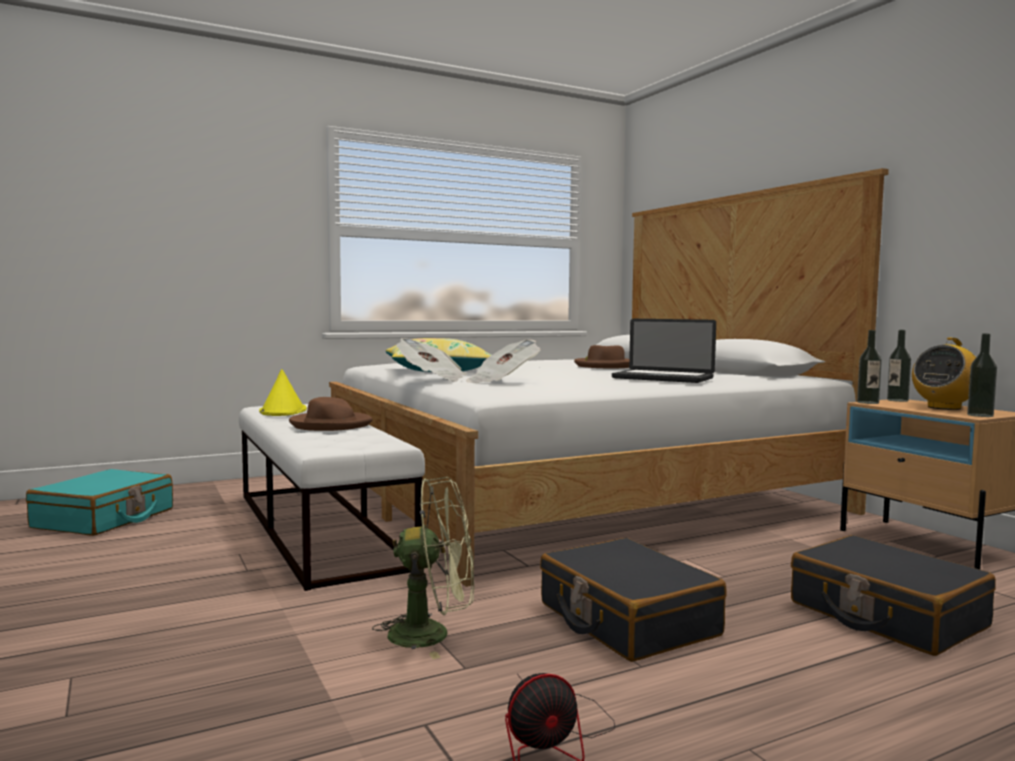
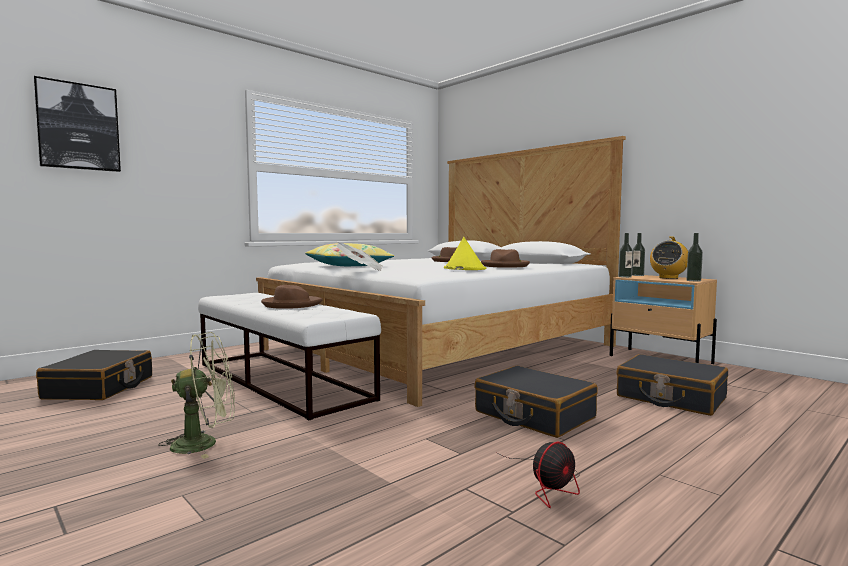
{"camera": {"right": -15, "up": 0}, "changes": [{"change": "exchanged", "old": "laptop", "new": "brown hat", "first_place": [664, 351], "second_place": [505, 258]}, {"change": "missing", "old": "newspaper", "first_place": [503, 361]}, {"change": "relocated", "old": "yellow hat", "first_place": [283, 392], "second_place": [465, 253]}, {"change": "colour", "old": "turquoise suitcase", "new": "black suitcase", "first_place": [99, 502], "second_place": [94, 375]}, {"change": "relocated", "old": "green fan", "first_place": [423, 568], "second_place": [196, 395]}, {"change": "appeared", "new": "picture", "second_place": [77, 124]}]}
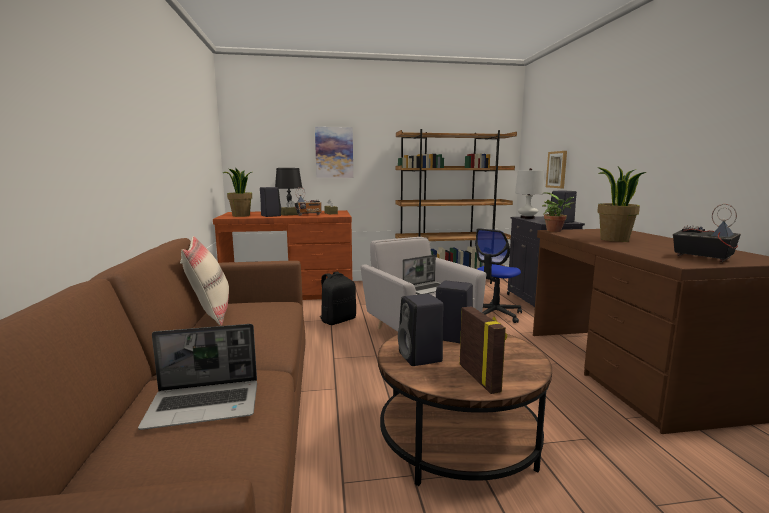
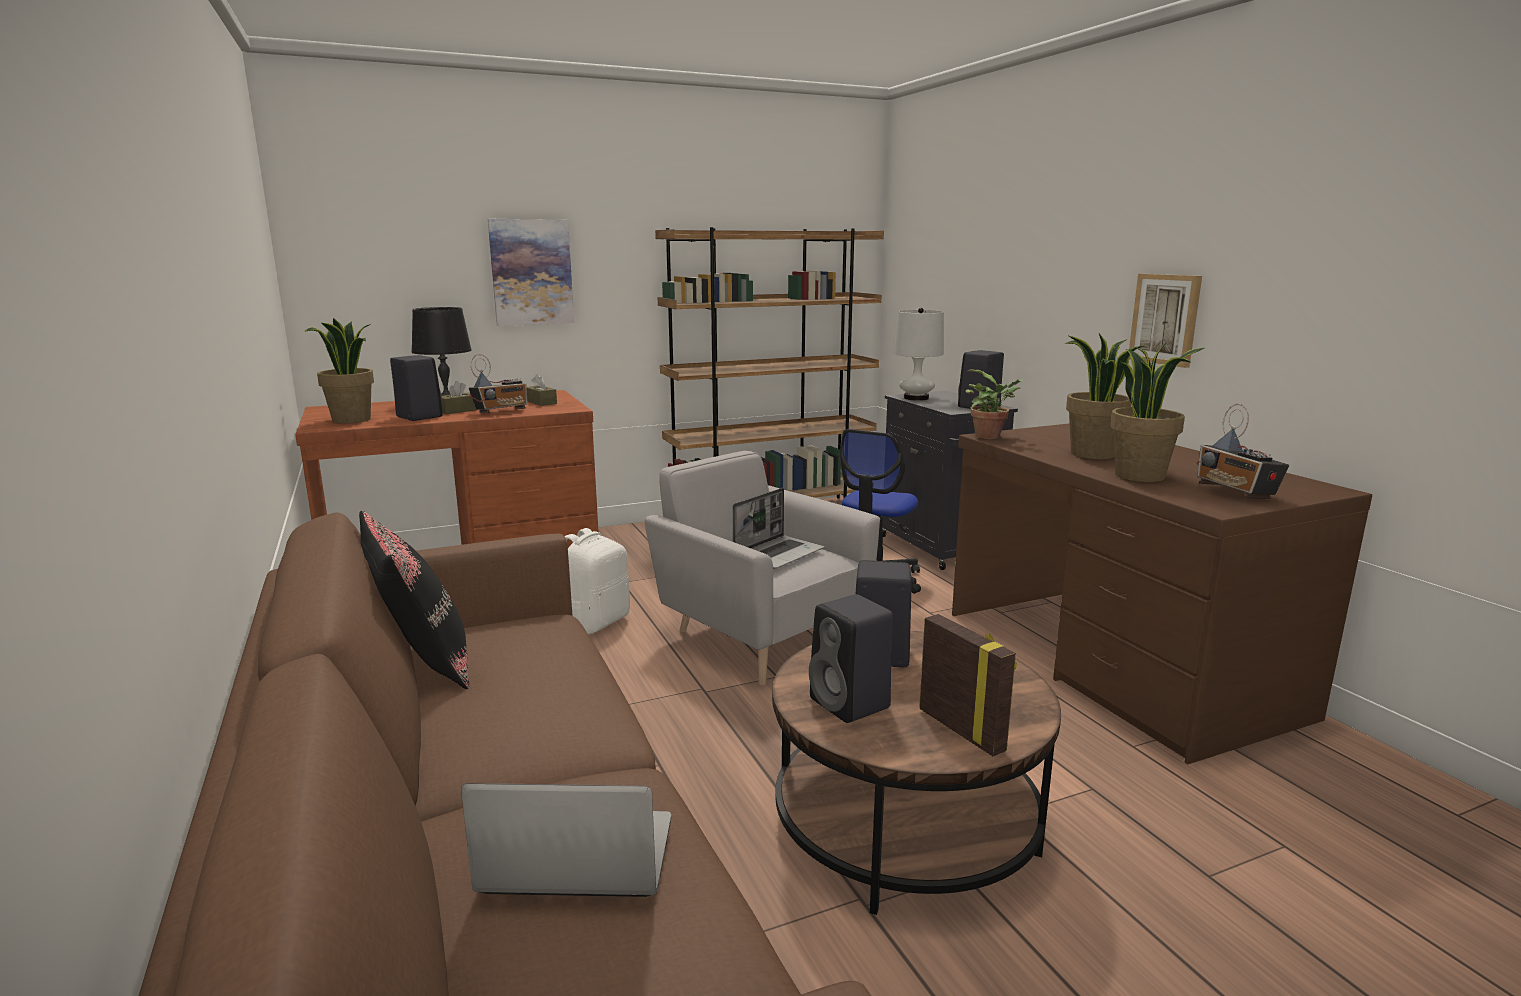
{"camera": {"right": -15, "up": 5}, "changes": [{"change": "relocated", "old": "picture", "first_place": [556, 169], "second_place": [1165, 321]}, {"change": "spun", "old": "radio", "first_place": [707, 233], "second_place": [1243, 452], "degrees": -150}, {"change": "colour", "old": "beige pillow", "new": "black pillow", "first_place": [204, 281], "second_place": [414, 600]}, {"change": "colour", "old": "black backpack", "new": "white backpack", "first_place": [338, 298], "second_place": [597, 581]}, {"change": "spun", "old": "laptop", "first_place": [197, 377], "second_place": [566, 840], "degrees": -150}, {"change": "appeared", "new": "potted plant", "second_place": [1157, 412]}]}
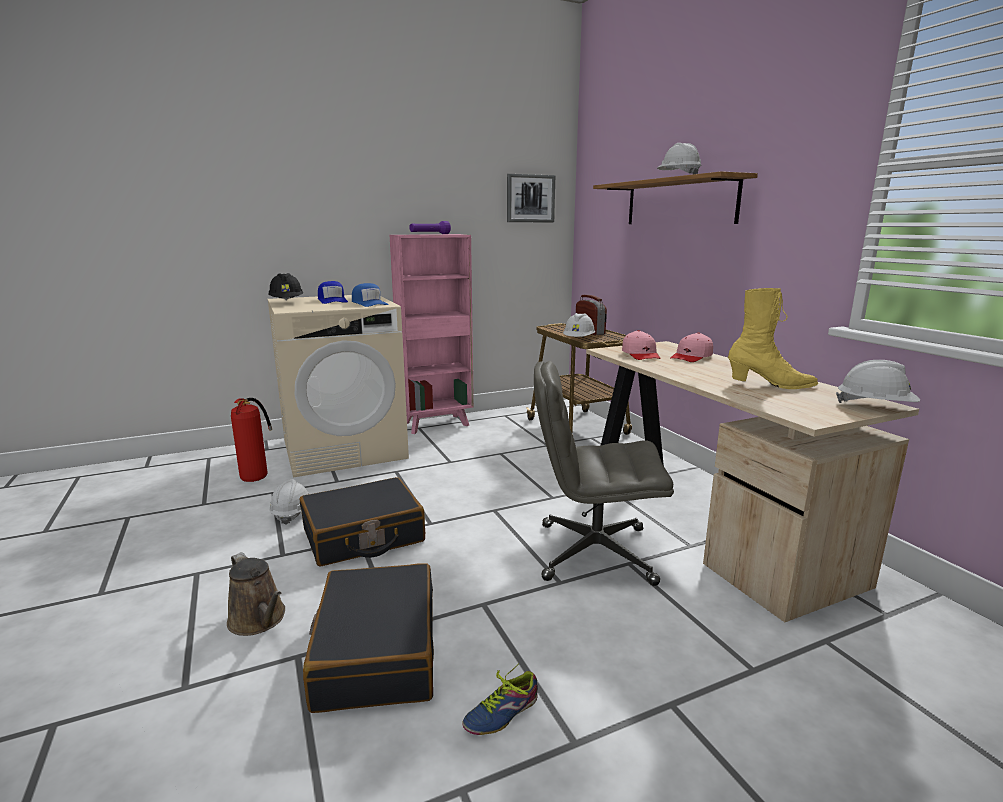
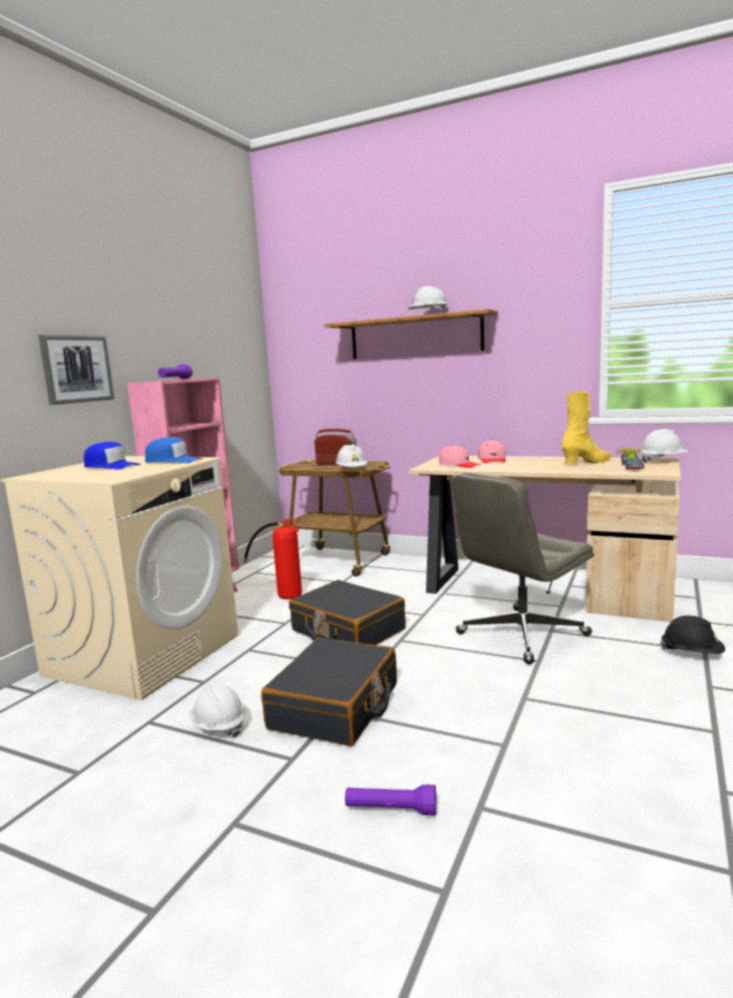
{"camera": {"right": -40, "up": -5}, "changes": [{"change": "relocated", "old": "picture", "first_place": [531, 198], "second_place": [77, 370]}, {"change": "relocated", "old": "black hard hat", "first_place": [285, 287], "second_place": [692, 635]}, {"change": "relocated", "old": "fire extinguisher", "first_place": [251, 440], "second_place": [273, 559]}, {"change": "exchanged", "old": "brown watering can", "new": "purple flashlight", "first_place": [256, 594], "second_place": [390, 800]}, {"change": "relocated", "old": "black suitcase", "first_place": [368, 638], "second_place": [347, 612]}, {"change": "relocated", "old": "shoe", "first_place": [500, 699], "second_place": [630, 458]}]}
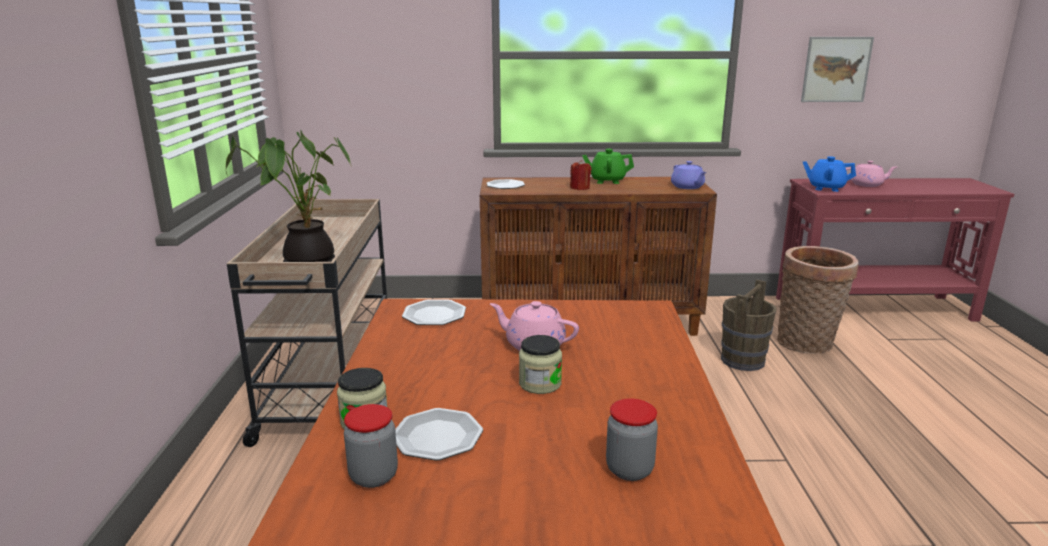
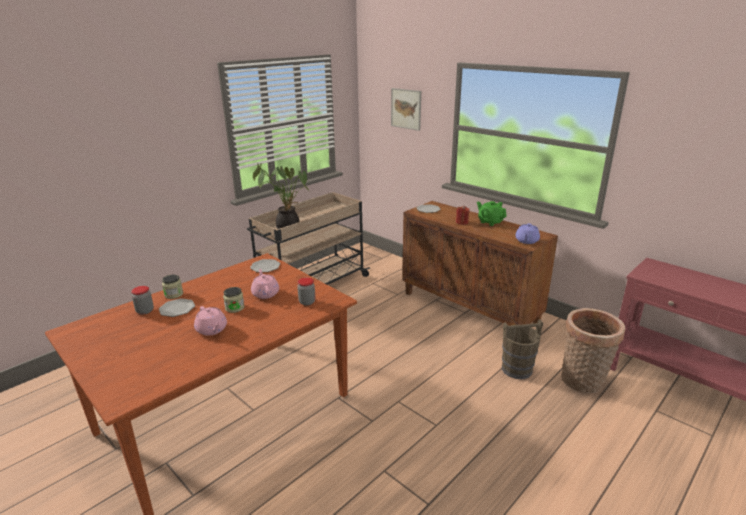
{"camera": {"right": 45, "up": 5}, "changes": [{"change": "relocated", "old": "picture", "first_place": [837, 69], "second_place": [406, 109]}, {"change": "missing", "old": "blue teapot", "first_place": [829, 174]}, {"change": "relocated", "old": "pink teapot", "first_place": [871, 174], "second_place": [210, 321]}, {"change": "relocated", "old": "jar", "first_place": [632, 439], "second_place": [306, 292]}]}
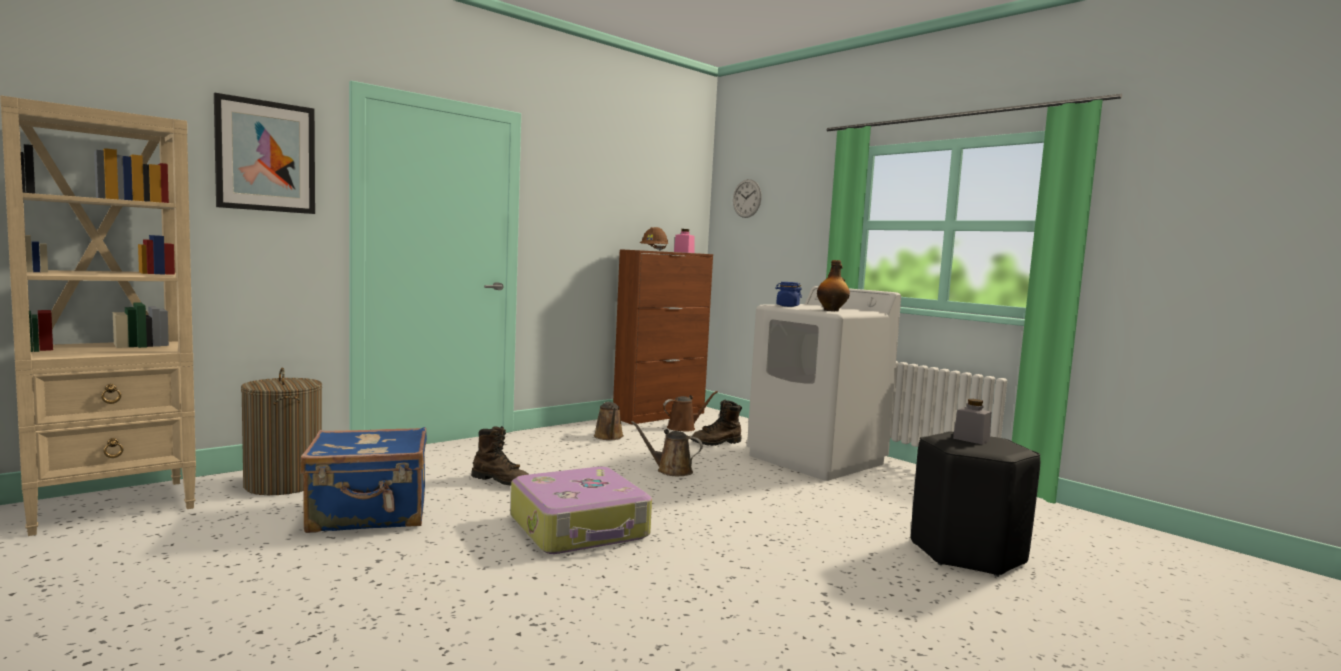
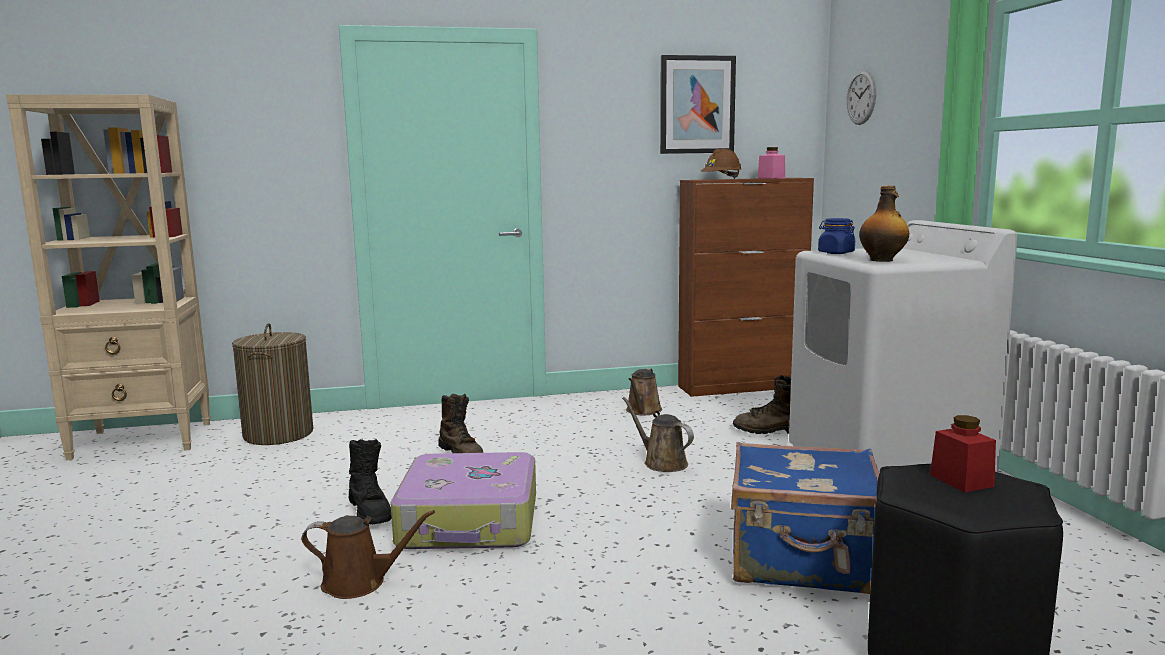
{"camera": {"right": 30, "up": 5}, "changes": [{"change": "relocated", "old": "picture", "first_place": [264, 153], "second_place": [698, 104]}, {"change": "relocated", "old": "brown watering can", "first_place": [690, 411], "second_place": [368, 554]}, {"change": "colour", "old": "grey jar", "new": "red jar", "first_place": [972, 422], "second_place": [963, 453]}, {"change": "relocated", "old": "blue suitcase", "first_place": [363, 480], "second_place": [805, 518]}, {"change": "appeared", "new": "black boot", "second_place": [370, 481]}]}
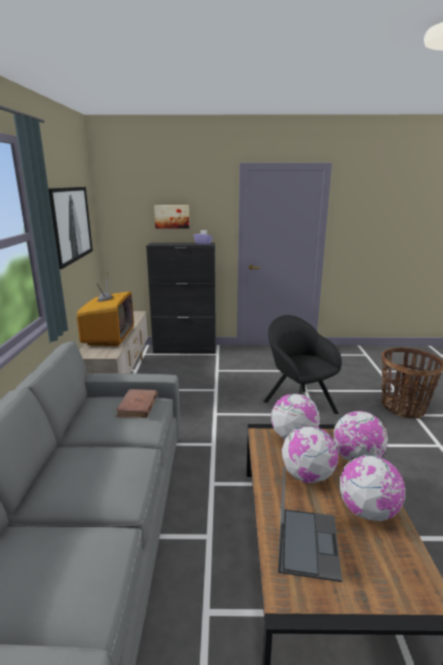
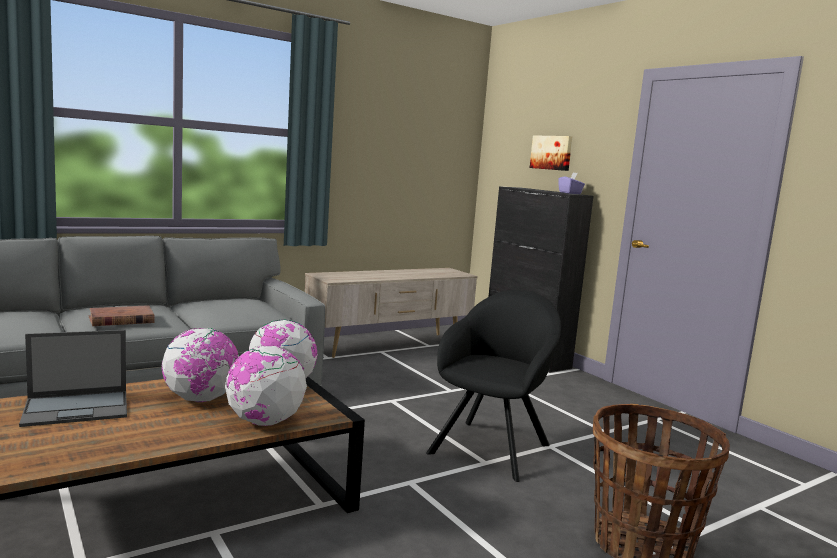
{"camera": {"right": 55, "up": -10}, "changes": [{"change": "missing", "old": "picture", "first_place": [70, 228]}, {"change": "missing", "old": "television", "first_place": [105, 309]}, {"change": "relocated", "old": "brown book", "first_place": [137, 403], "second_place": [121, 315]}, {"change": "missing", "old": "globe", "first_place": [372, 488]}]}
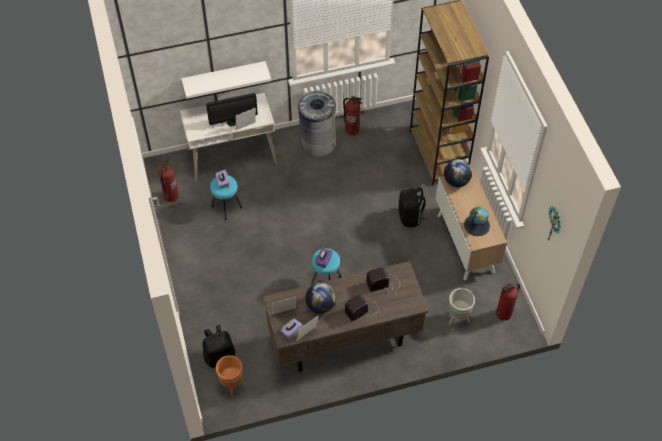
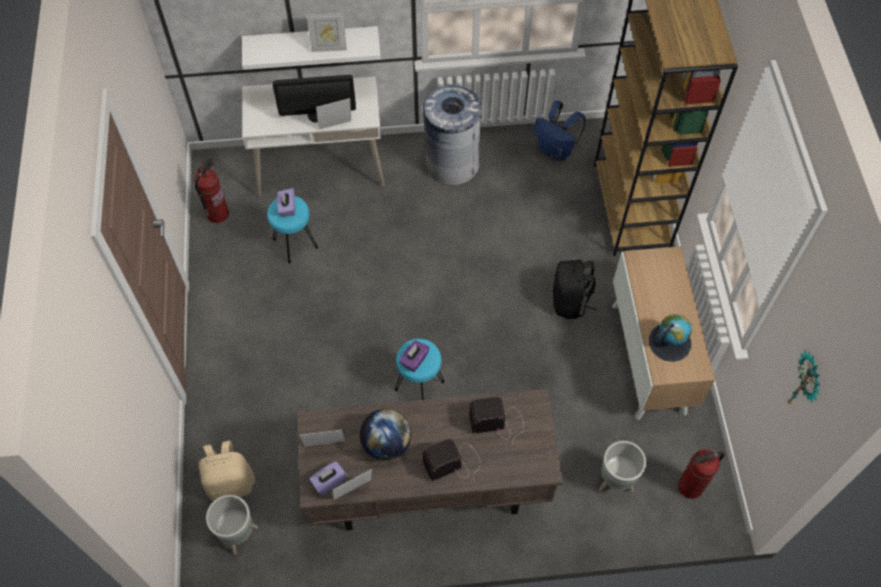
{"camera": {"right": 10, "up": 5}, "changes": [{"change": "missing", "old": "fire extinguisher", "first_place": [352, 115]}, {"change": "missing", "old": "globe", "first_place": [458, 173]}, {"change": "colour", "old": "black backpack", "new": "beige backpack", "first_place": [219, 346], "second_place": [227, 471]}, {"change": "colour", "old": "orange planter", "new": "grey planter", "first_place": [229, 376], "second_place": [232, 525]}, {"change": "appeared", "new": "picture frame", "second_place": [327, 32]}, {"change": "appeared", "new": "blue backpack", "second_place": [560, 131]}]}
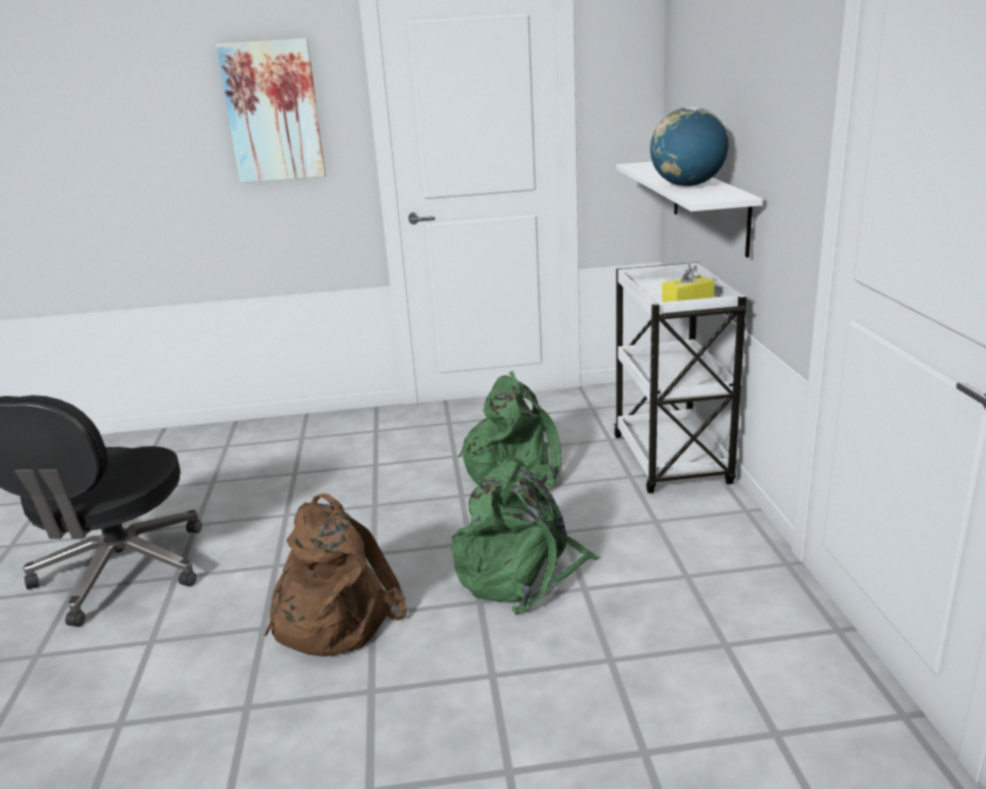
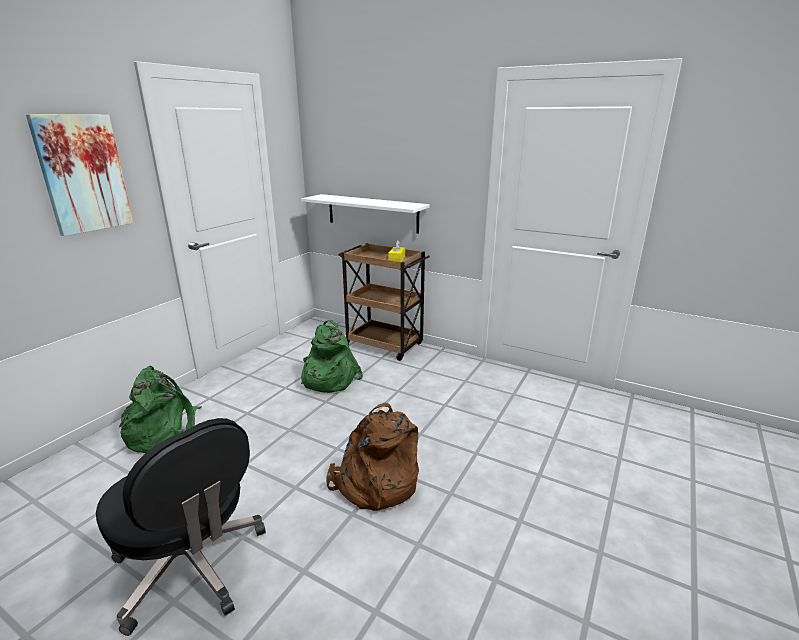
{"camera": {"right": -55, "up": 0}, "changes": [{"change": "missing", "old": "globe", "first_place": [689, 146]}, {"change": "colour", "old": "white cart", "new": "brown cart", "first_place": [680, 377], "second_place": [384, 302]}, {"change": "relocated", "old": "green backpack", "first_place": [525, 536], "second_place": [160, 409]}]}
